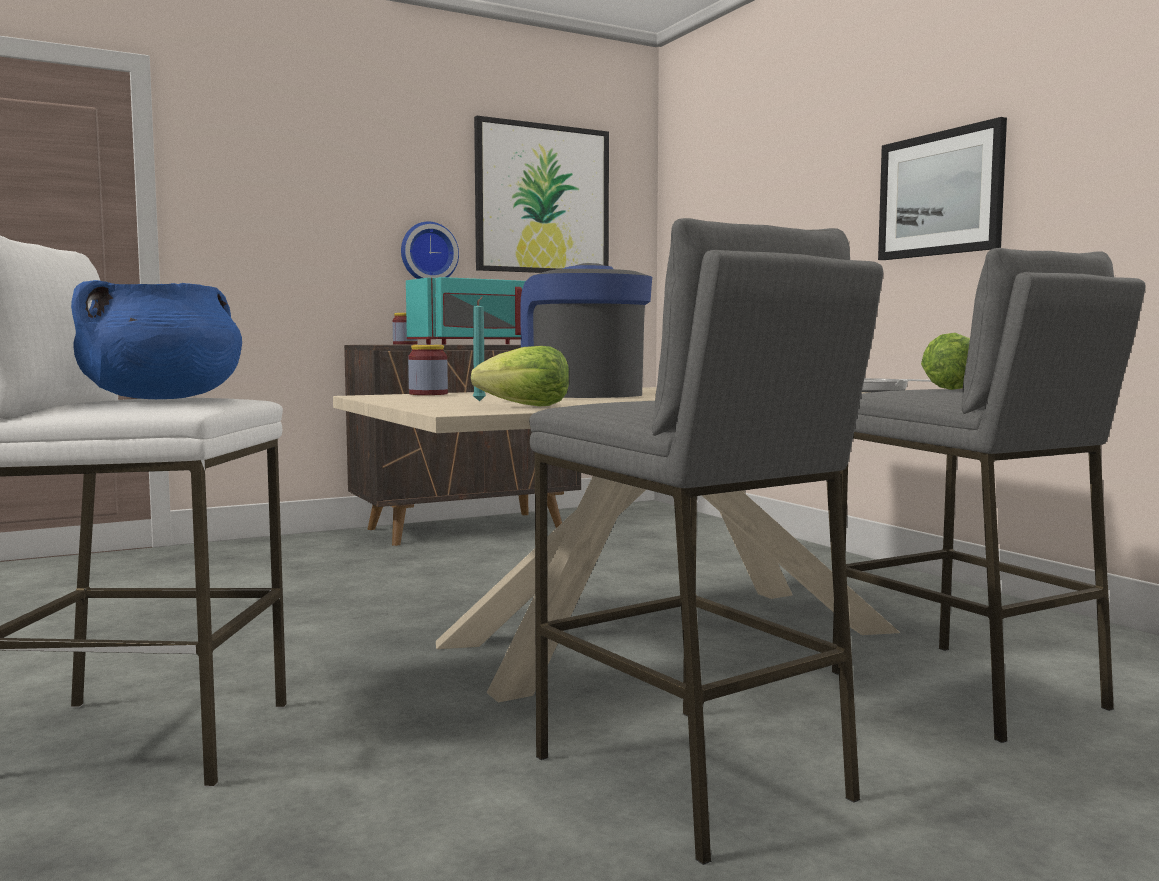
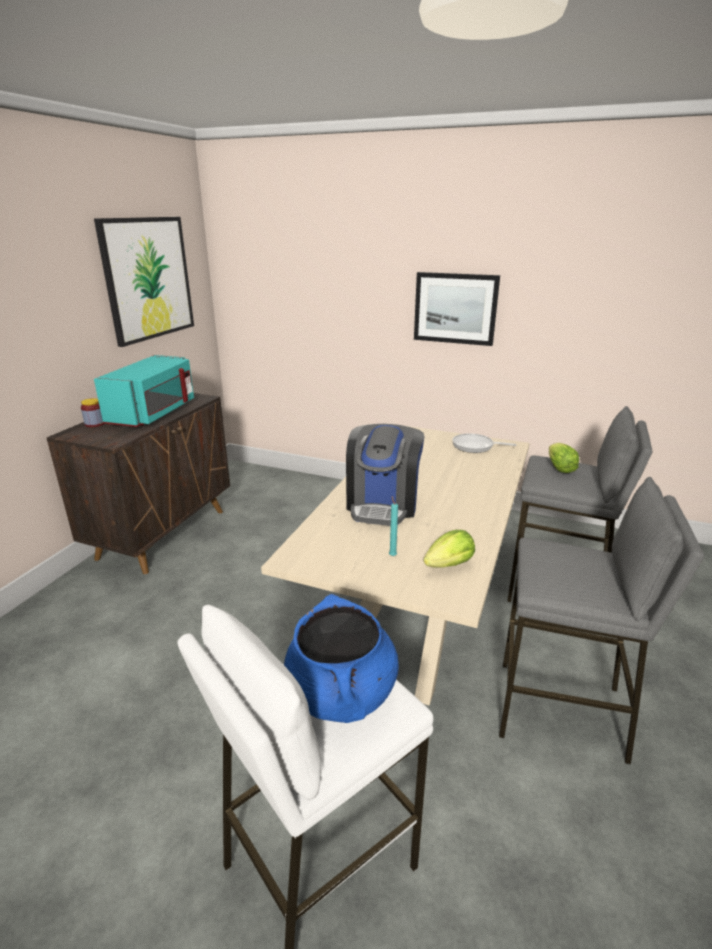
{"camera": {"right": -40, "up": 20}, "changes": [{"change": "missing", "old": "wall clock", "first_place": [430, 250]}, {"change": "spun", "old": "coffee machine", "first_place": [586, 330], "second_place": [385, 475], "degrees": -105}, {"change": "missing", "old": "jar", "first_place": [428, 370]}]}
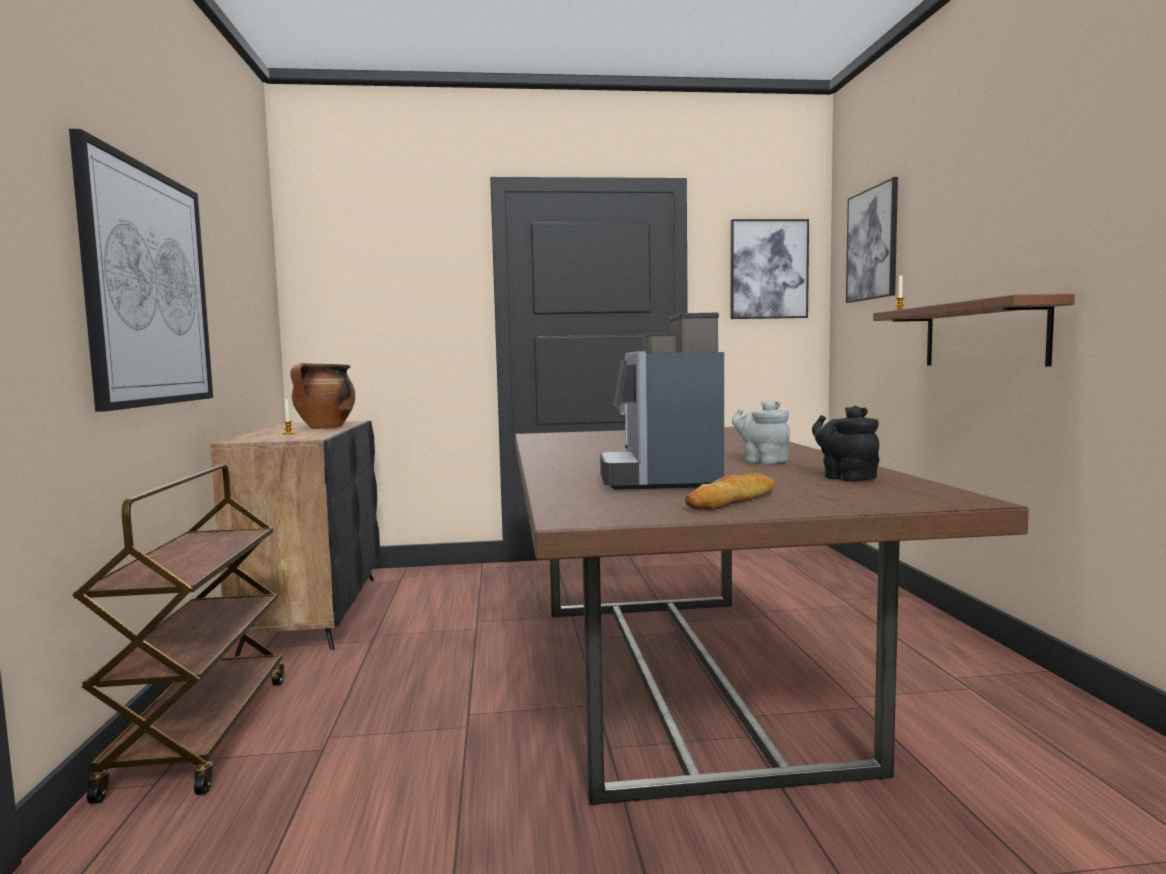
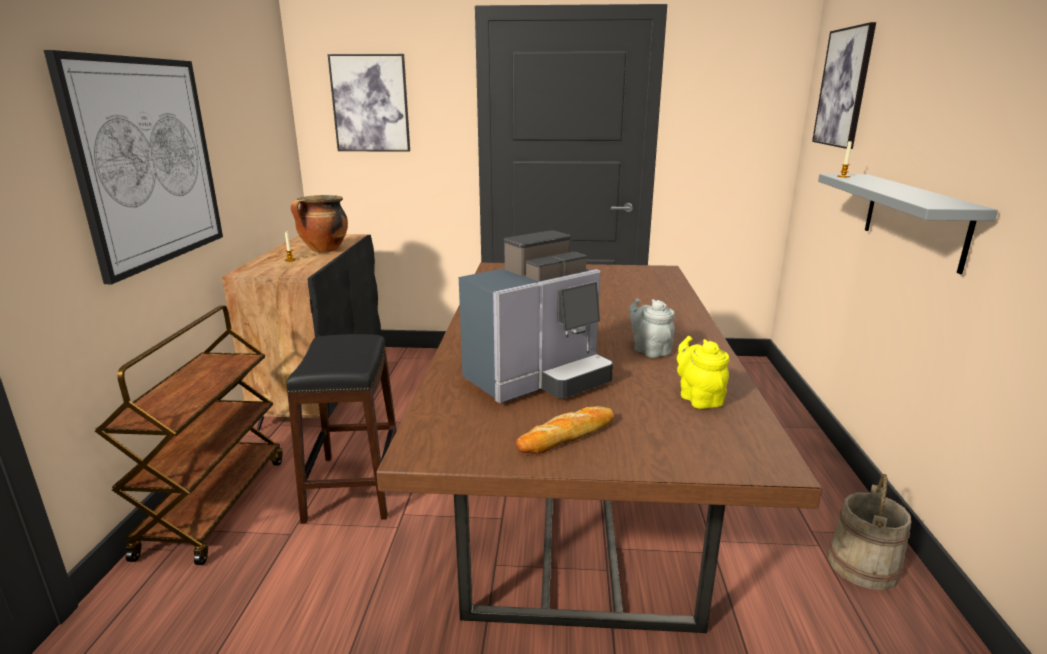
{"camera": {"right": 10, "up": 15}, "changes": [{"change": "relocated", "old": "picture", "first_place": [769, 269], "second_place": [369, 103]}, {"change": "colour", "old": "brown shelf", "new": "grey shelf", "first_place": [974, 330], "second_place": [908, 224]}, {"change": "spun", "old": "coffee machine", "first_place": [662, 401], "second_place": [536, 316], "degrees": -135}, {"change": "colour", "old": "black teapot", "new": "yellow teapot", "first_place": [845, 444], "second_place": [703, 372]}, {"change": "appeared", "new": "black stool", "second_place": [341, 429]}, {"change": "appeared", "new": "beige bucket", "second_place": [869, 532]}]}
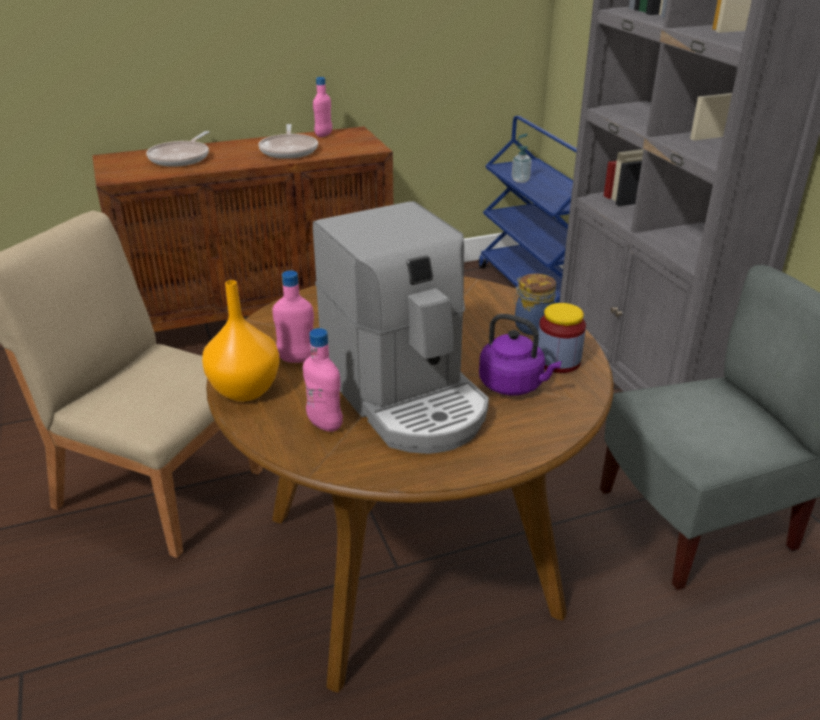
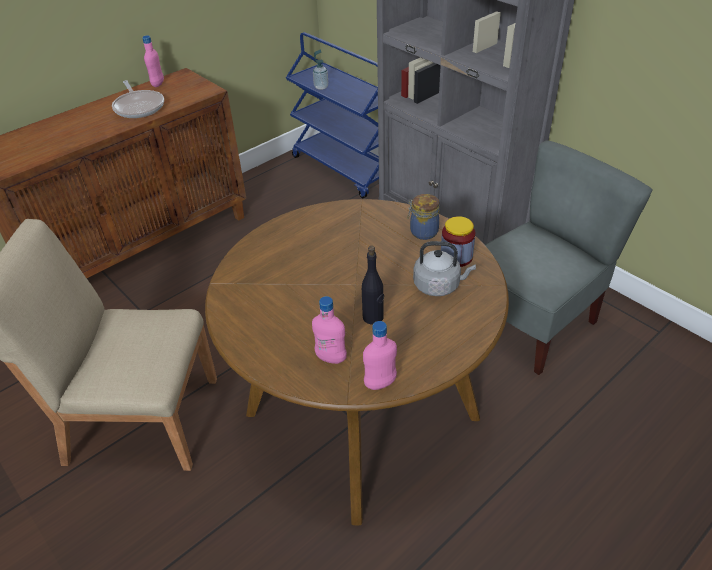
{"camera": {"right": -20, "up": 10}, "changes": [{"change": "missing", "old": "frying pan", "first_place": [177, 149]}, {"change": "exchanged", "old": "coffee machine", "new": "black bottle", "first_place": [401, 327], "second_place": [373, 285]}, {"change": "relocated", "old": "pink bottle", "first_place": [293, 316], "second_place": [380, 355]}, {"change": "missing", "old": "orange vase", "first_place": [241, 341]}, {"change": "colour", "old": "purple kettle", "new": "grey kettle", "first_place": [520, 355], "second_place": [444, 268]}]}
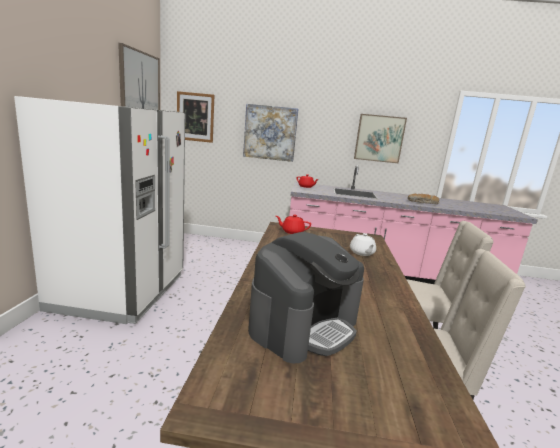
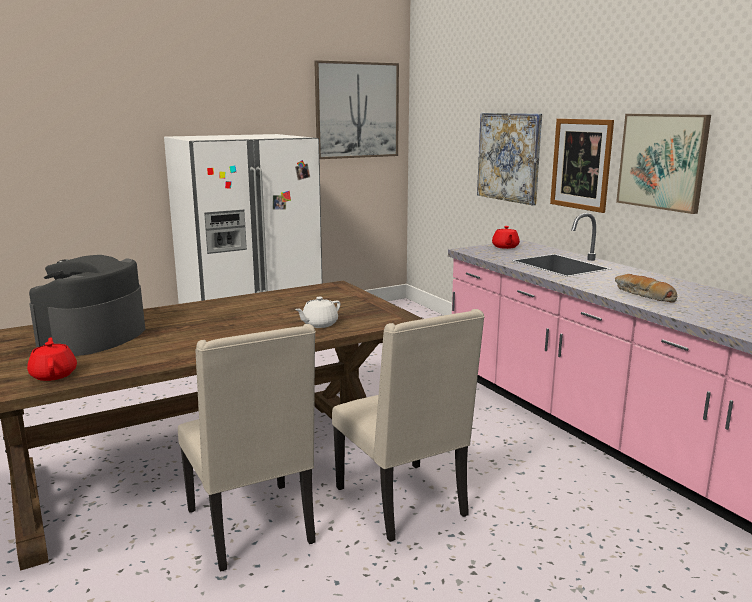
{"camera": {"right": 55, "up": 0}, "changes": [{"change": "relocated", "old": "picture", "first_place": [195, 117], "second_place": [582, 166]}, {"change": "relocated", "old": "red teapot", "first_place": [293, 224], "second_place": [52, 359]}, {"change": "spun", "old": "coffee machine", "first_place": [306, 298], "second_place": [87, 305], "degrees": 105}]}
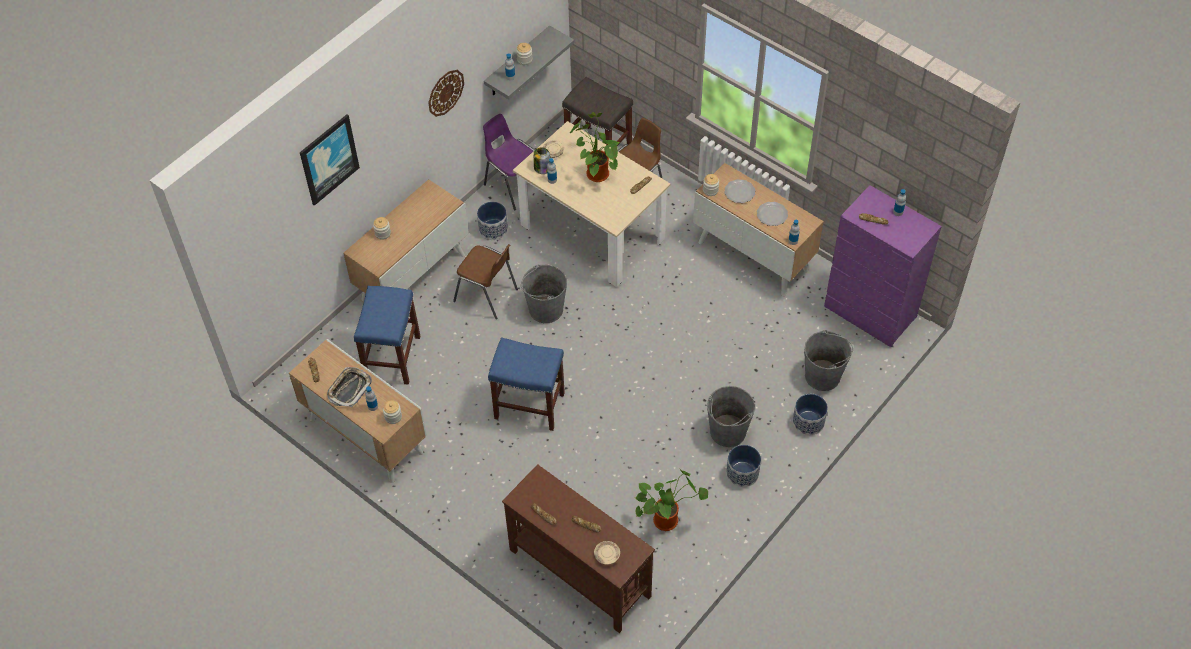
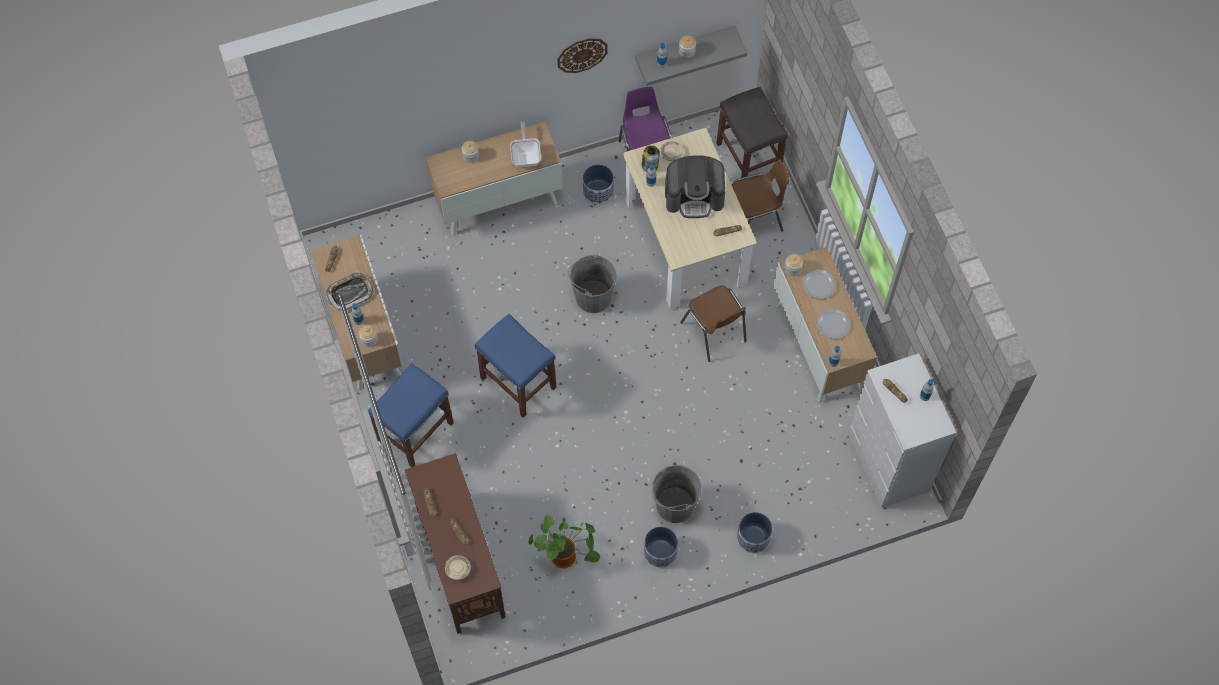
{"camera": {"right": 30, "up": 10}, "changes": [{"change": "exchanged", "old": "potted plant", "new": "coffee machine", "first_place": [595, 147], "second_place": [695, 186]}, {"change": "missing", "old": "picture", "first_place": [330, 160]}, {"change": "colour", "old": "purple dresser", "new": "white dresser", "first_place": [883, 266], "second_place": [902, 430]}, {"change": "relocated", "old": "brown chair", "first_place": [485, 281], "second_place": [713, 323]}, {"change": "relocated", "old": "blue stool", "first_place": [387, 335], "second_place": [411, 415]}, {"change": "missing", "old": "grey bucket", "first_place": [828, 360]}, {"change": "appeared", "new": "frying pan", "second_place": [525, 144]}]}
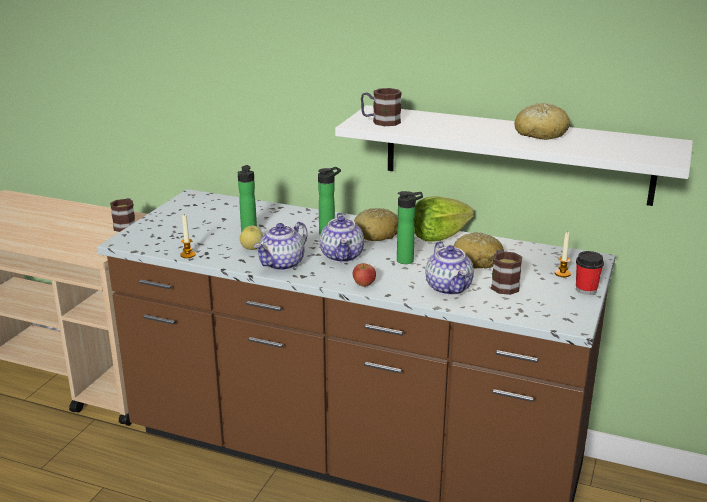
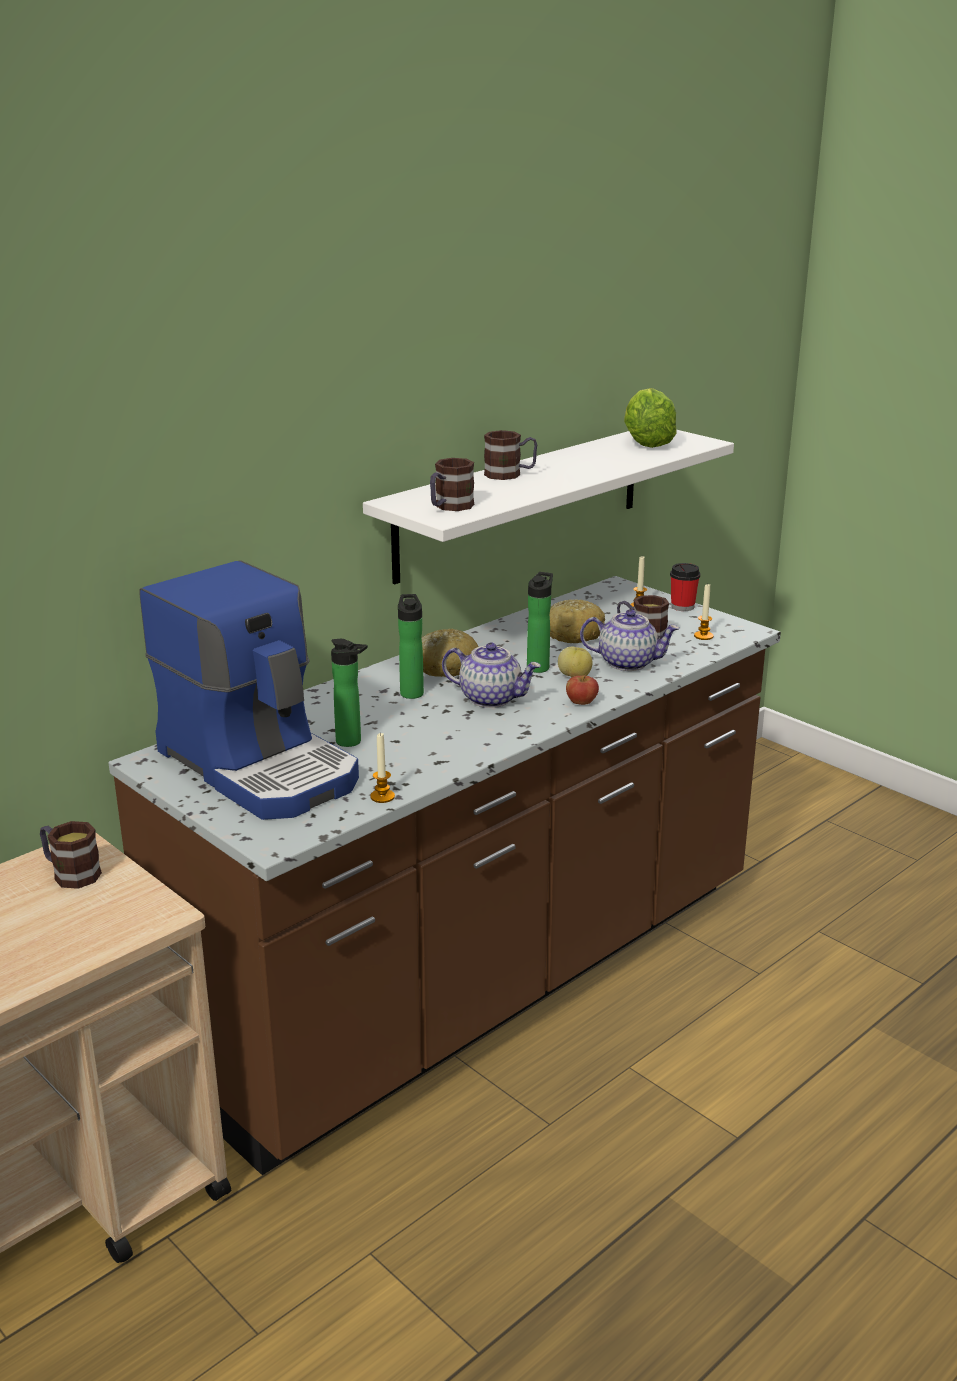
{"camera": {"right": -65, "up": 0}, "changes": [{"change": "missing", "old": "bread", "first_place": [542, 121]}, {"change": "relocated", "old": "lettuce", "first_place": [444, 219], "second_place": [650, 418]}, {"change": "missing", "old": "teapot", "first_place": [280, 246]}, {"change": "relocated", "old": "apple", "first_place": [251, 238], "second_place": [575, 662]}, {"change": "appeared", "new": "mug", "second_place": [510, 455]}, {"change": "appeared", "new": "coffee machine", "second_place": [249, 690]}, {"change": "appeared", "new": "candle", "second_place": [704, 612]}]}
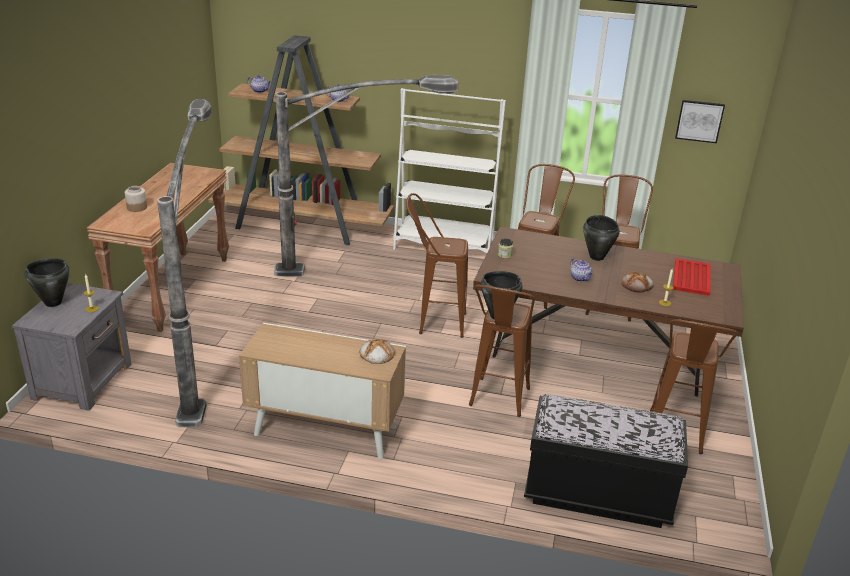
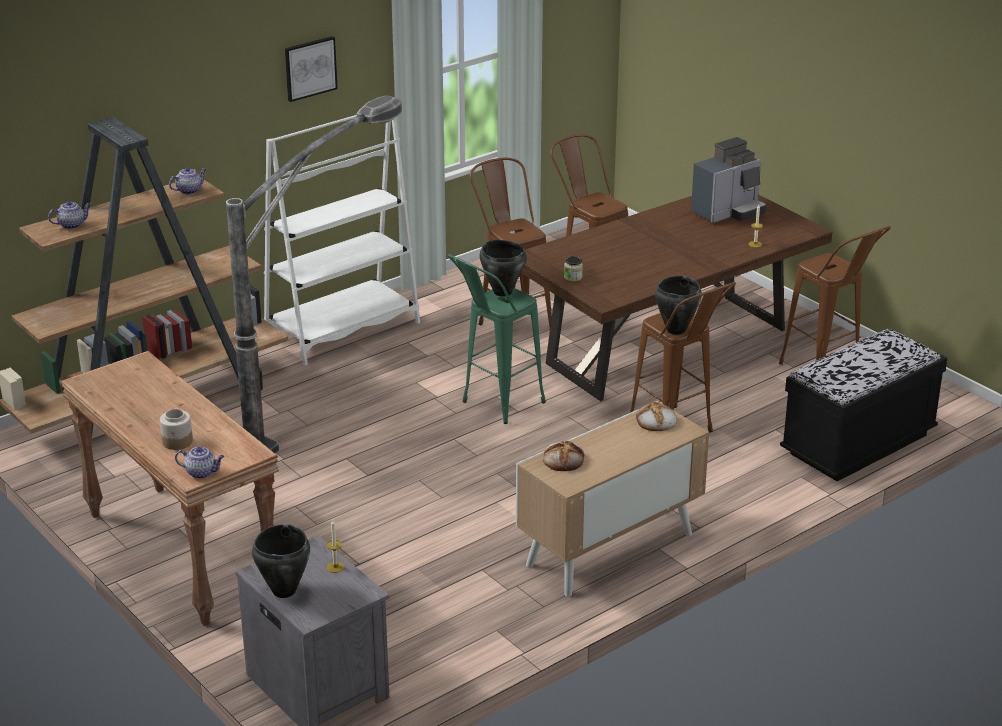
{"camera": {"right": -50, "up": 0}, "changes": [{"change": "missing", "old": "floor lamp", "first_place": [184, 263]}, {"change": "relocated", "old": "picture", "first_place": [700, 121], "second_place": [311, 69]}, {"change": "colour", "old": "brown stool", "new": "green stool", "first_place": [437, 265], "second_place": [496, 339]}, {"change": "relocated", "old": "black cooking pot", "first_place": [601, 238], "second_place": [503, 268]}, {"change": "relocated", "old": "teapot", "first_place": [581, 270], "second_place": [199, 463]}, {"change": "exchanged", "old": "red tray", "new": "coffee machine", "first_place": [692, 277], "second_place": [728, 180]}, {"change": "relocated", "old": "bread", "first_place": [637, 282], "second_place": [563, 456]}]}
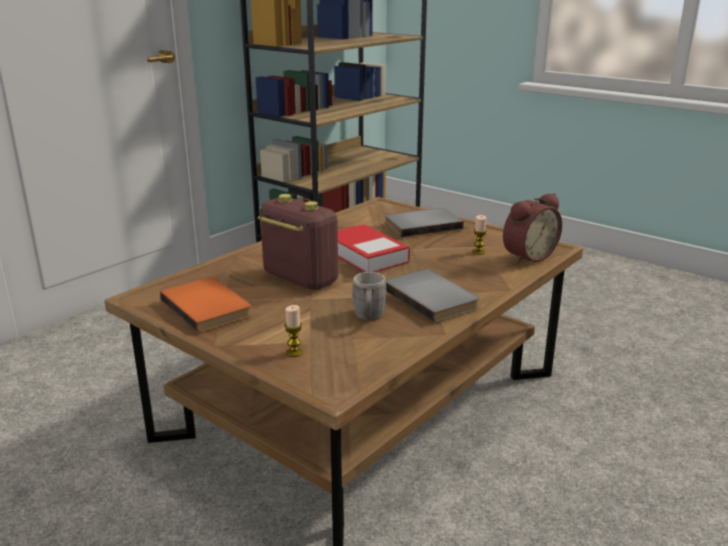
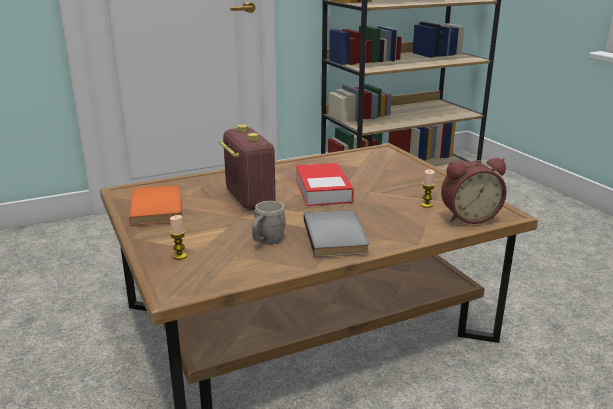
{"camera": {"right": 25, "up": 0}, "changes": [{"change": "missing", "old": "grey book", "first_place": [424, 222]}]}
